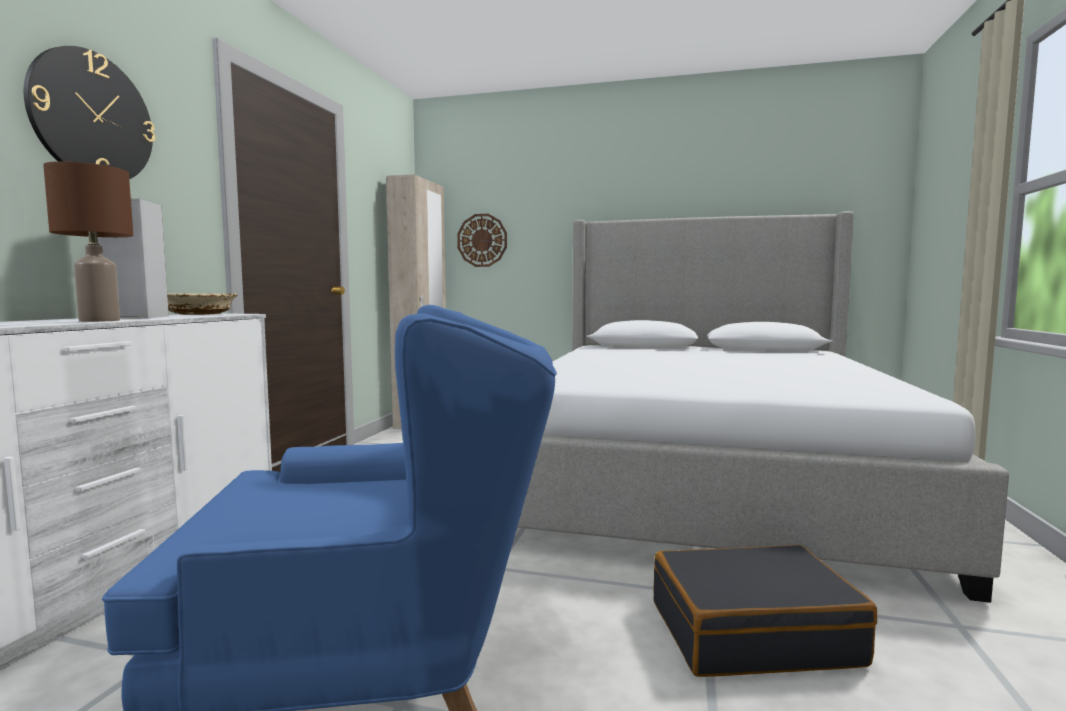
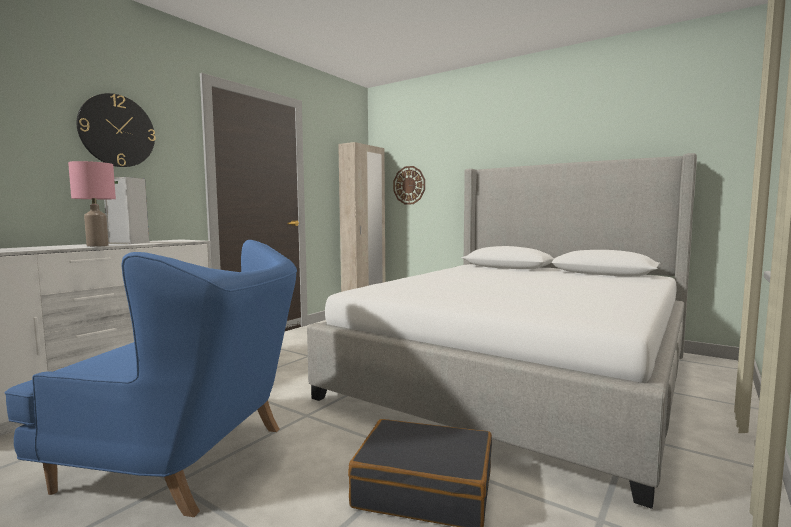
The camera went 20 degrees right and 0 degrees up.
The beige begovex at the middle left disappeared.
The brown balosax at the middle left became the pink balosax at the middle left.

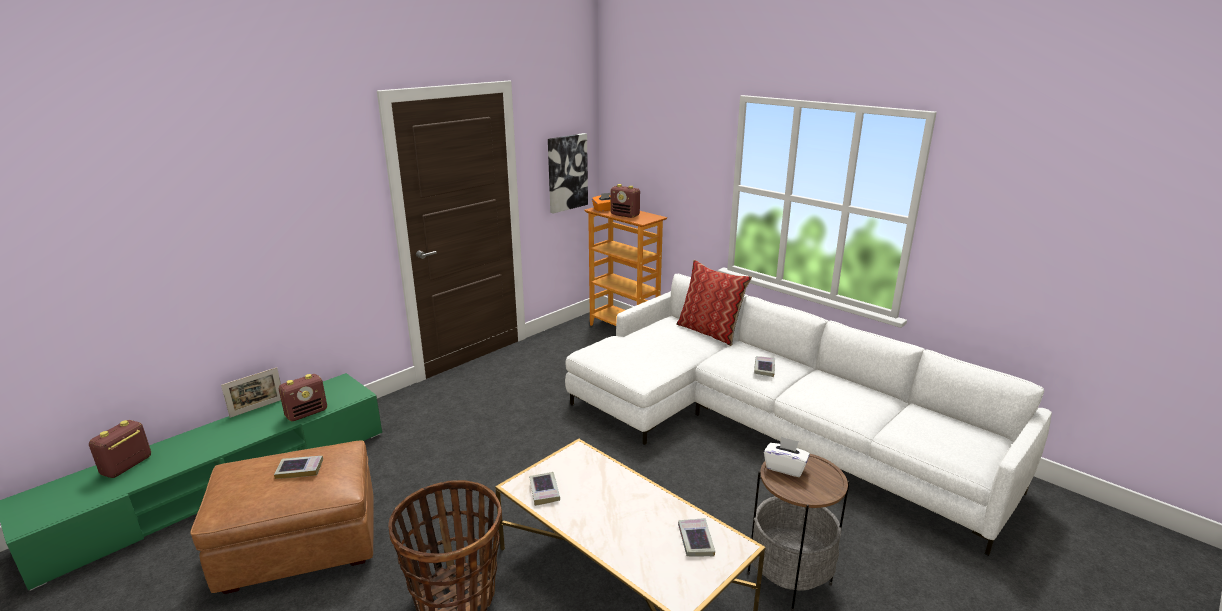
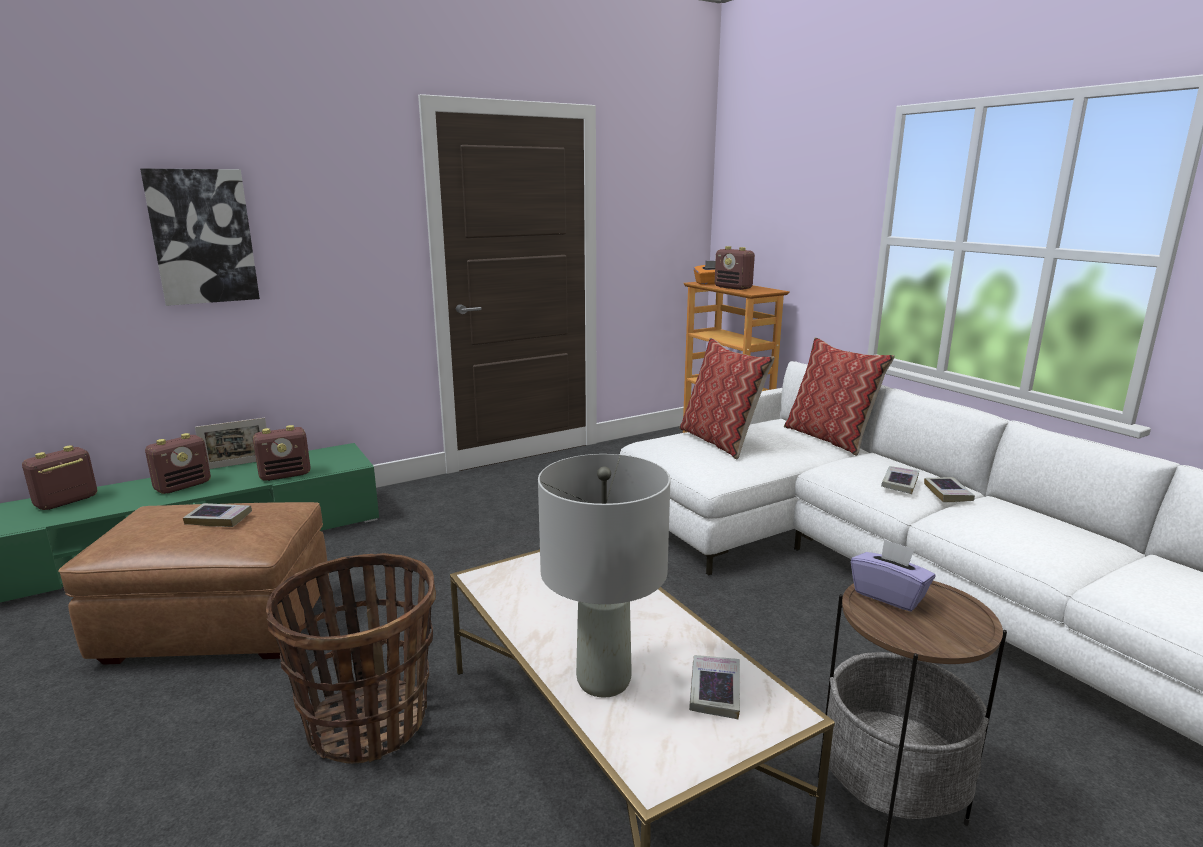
The camera went 15 degrees right and 5 degrees down.
The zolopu (2nd from left) at the middle left appeared.
The grey balosax at the bottom centre appeared.
The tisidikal (1st from left) at the centre appeared.
The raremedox (2nd from left in the first image) moved from the bottom centre to the middle right.
The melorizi moved from the top centre to the top left.
The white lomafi at the bottom centre became the purple lomafi at the bottom right.

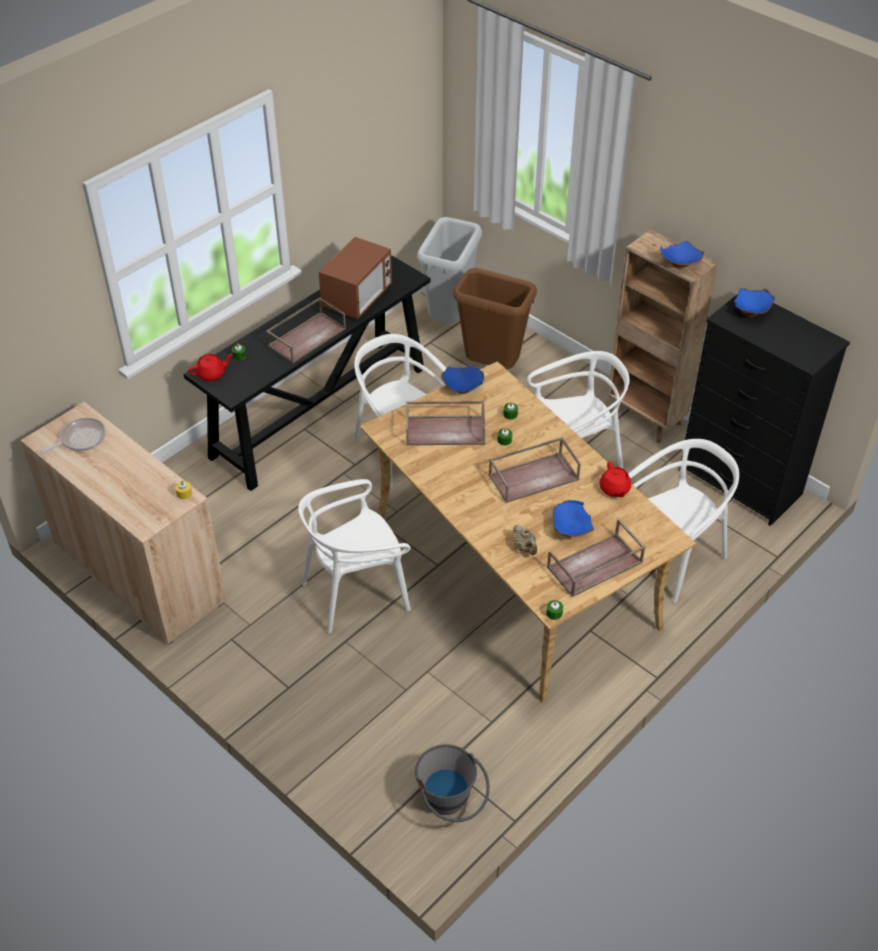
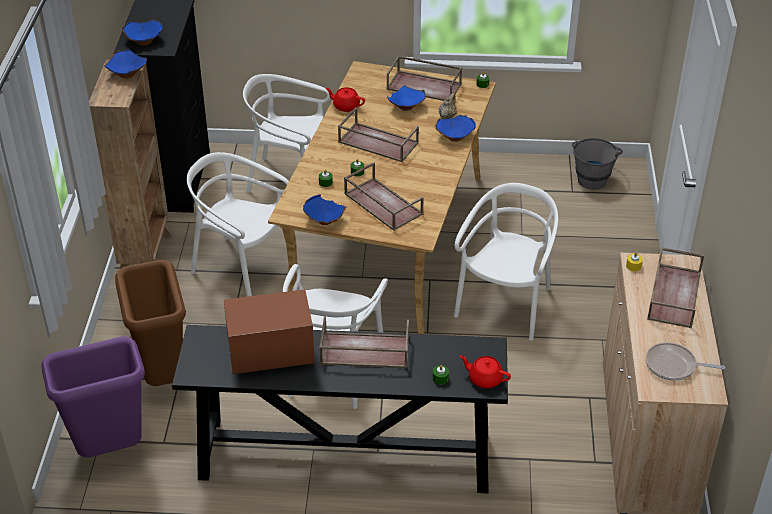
The camera went 130 degrees left and 5 degrees down.
The blue begovex (5th from left) at the top centre appeared.
The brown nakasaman (5th from left) at the middle right appeared.
The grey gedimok at the top centre became the purple gedimok at the bottom left.
The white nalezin (1st from left in the first image) at the centre turned 90 degrees counterclockwise.
The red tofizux (2nd from left in the first image) at the middle right turned 105 degrees counterclockwise.

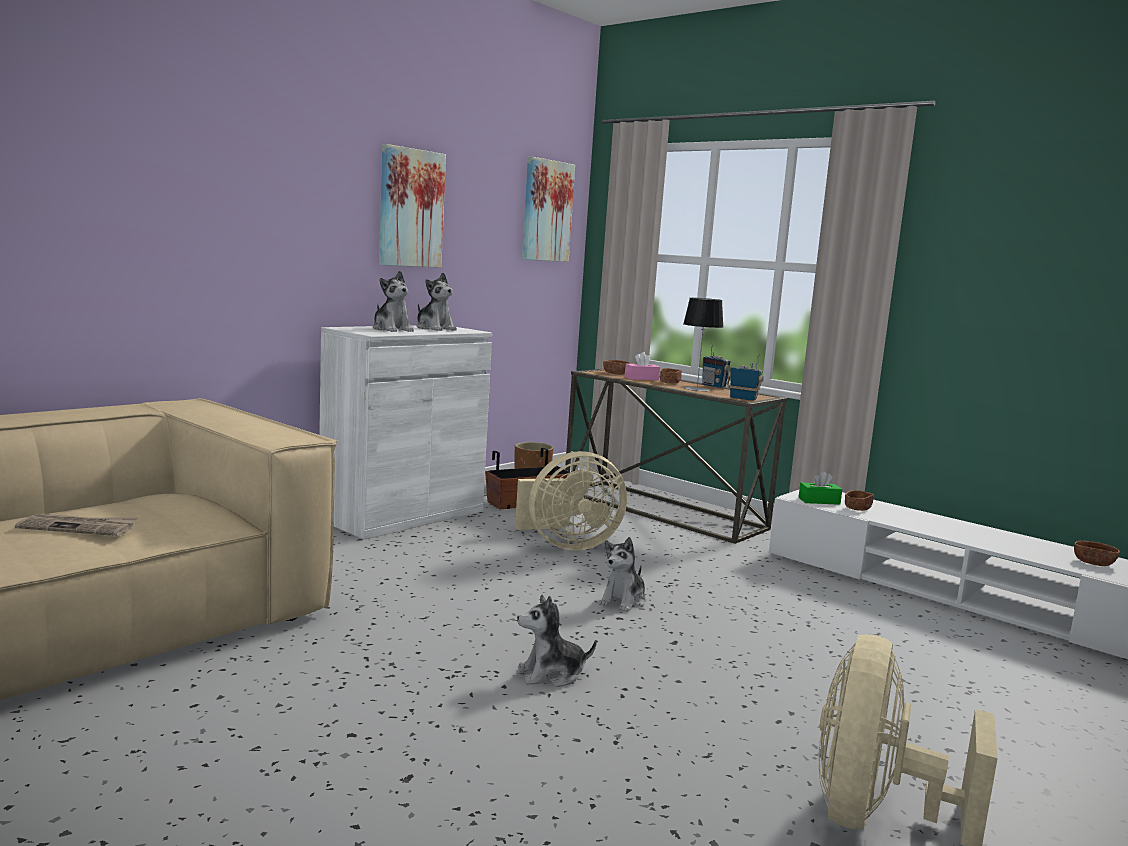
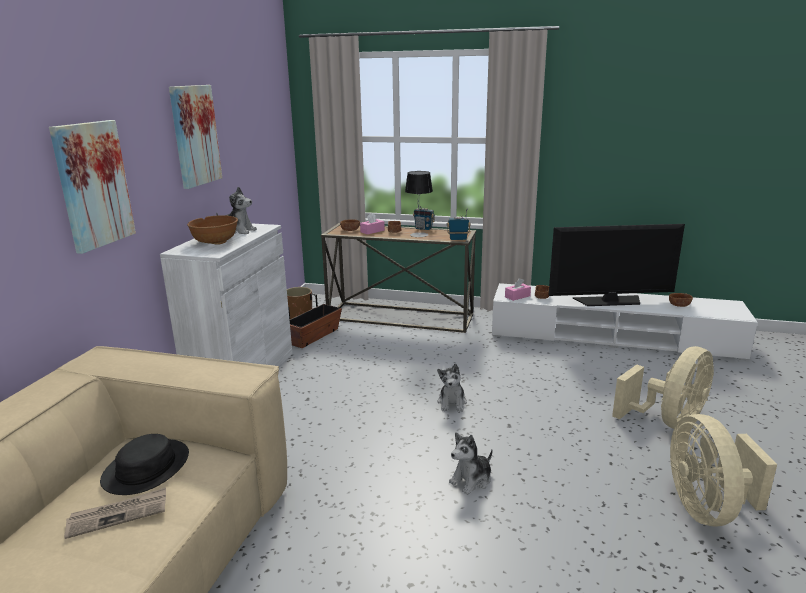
The camera went 25 degrees left and 10 degrees up.
The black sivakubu at the bottom left appeared.
The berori at the middle right appeared.
The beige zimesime (1st from left) moved from the centre to the middle right.
The melorizi (2nd from left in the first image) moved from the top centre to the top left.
The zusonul (1st from left) at the centre was replaced by the brown begovex (1st from left) at the middle left.
The green lomafi at the middle right became the pink lomafi (2nd from left) at the centre.

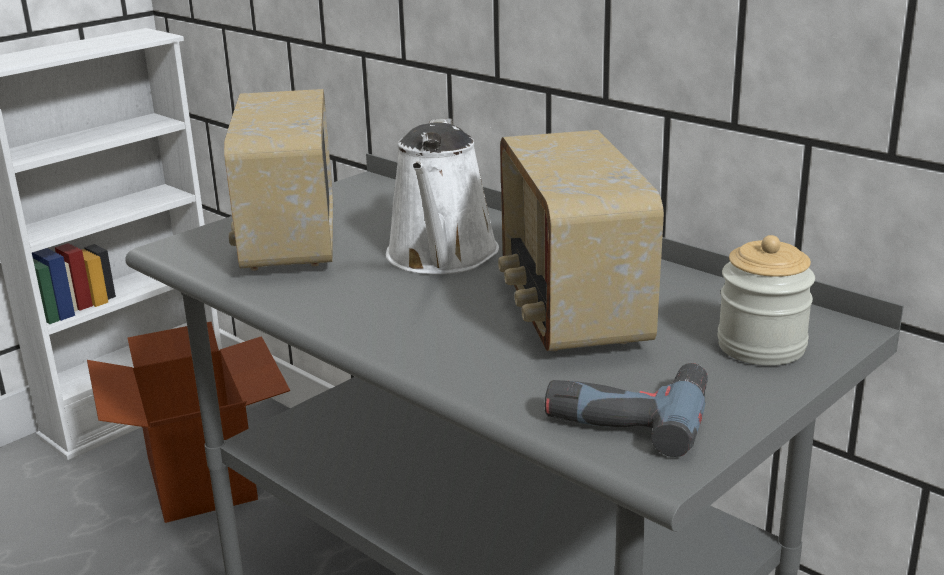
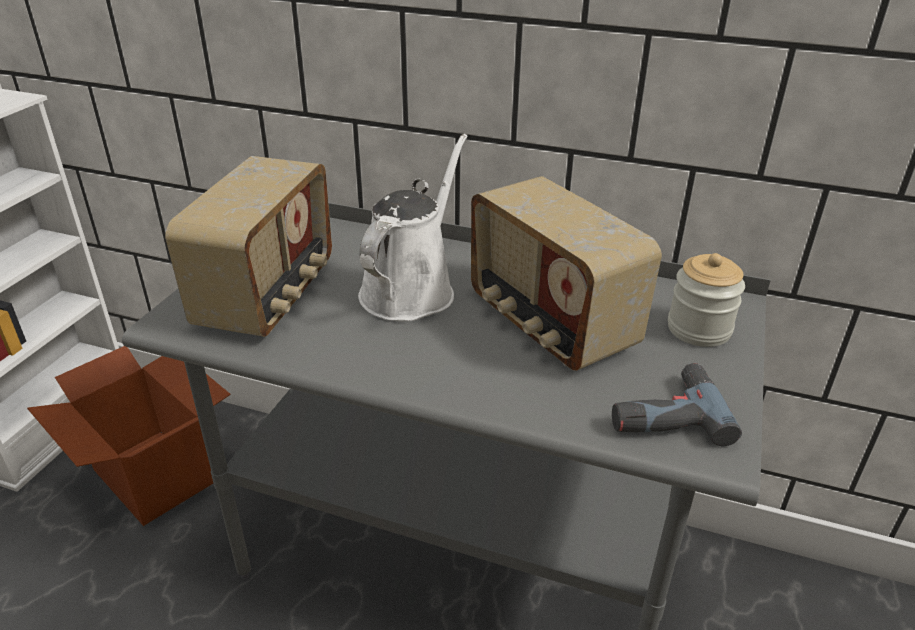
The camera went 25 degrees left and 10 degrees up.
The zolopu (1st from left) at the top left turned 135 degrees counterclockwise.
The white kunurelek at the centre turned 135 degrees counterclockwise.

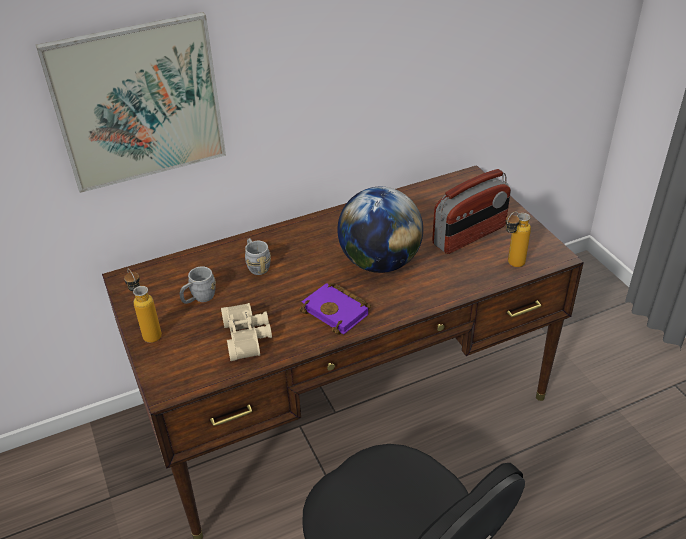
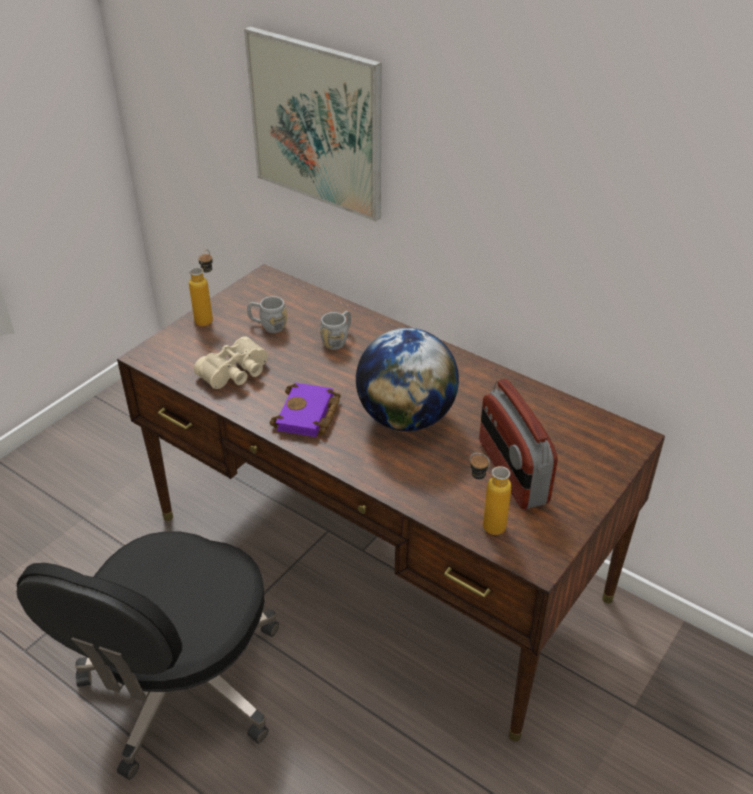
The camera went 60 degrees right and 0 degrees up.
The zolopu at the middle right turned 45 degrees clockwise.

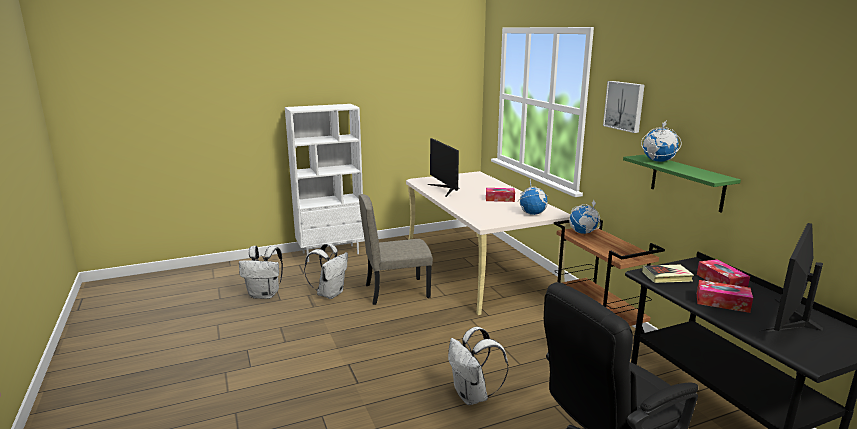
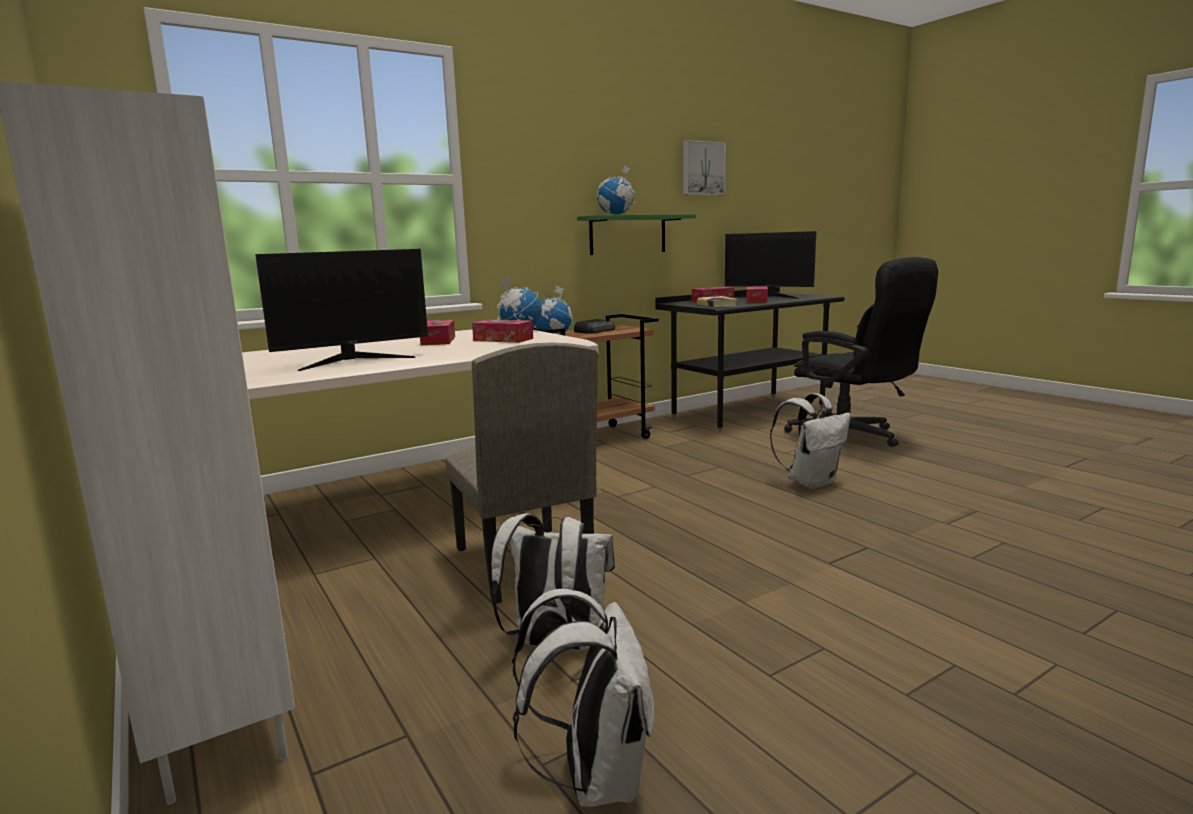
The camera went 100 degrees left and 5 degrees down.
The lomafi (2nd from left) at the centre appeared.
The zolopu at the centre appeared.
The melorizi moved from the top right to the top centre.

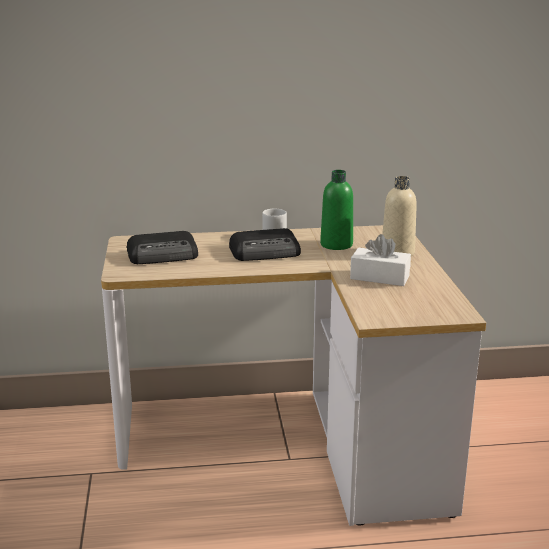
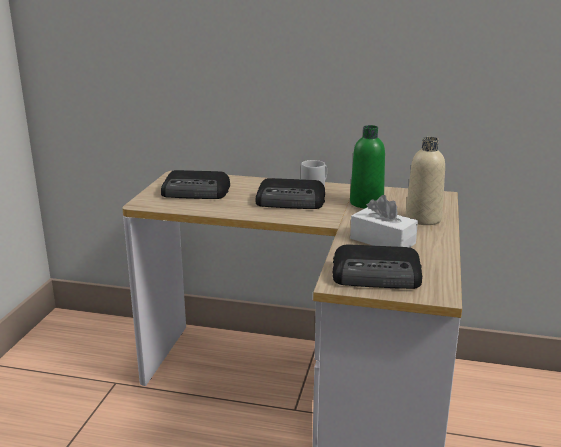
The camera went 20 degrees right and 0 degrees up.
The zolopu (3rd from left) at the middle right appeared.

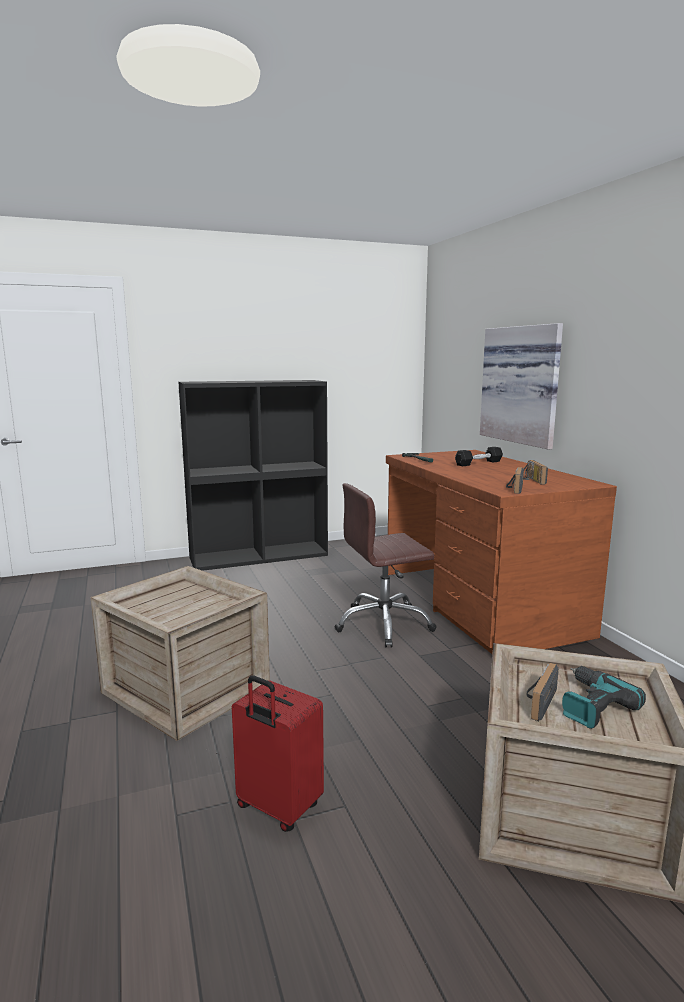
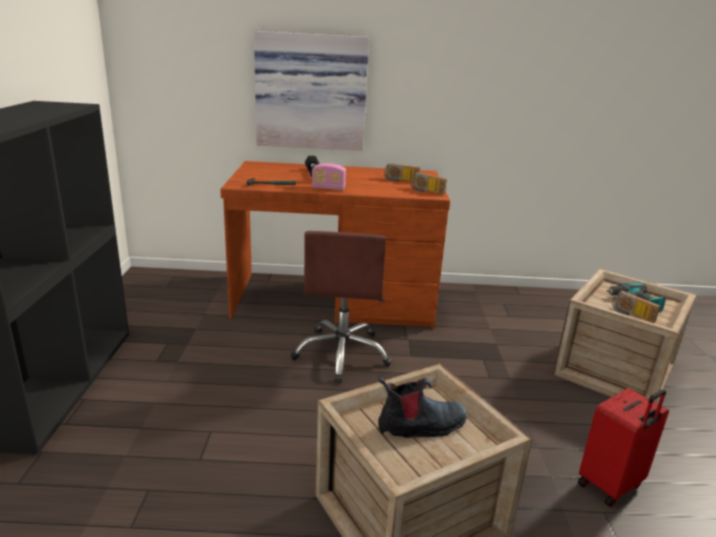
The camera went 70 degrees left and 10 degrees up.
The zolopu (1st from left) at the top centre appeared.
The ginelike at the bottom centre appeared.

